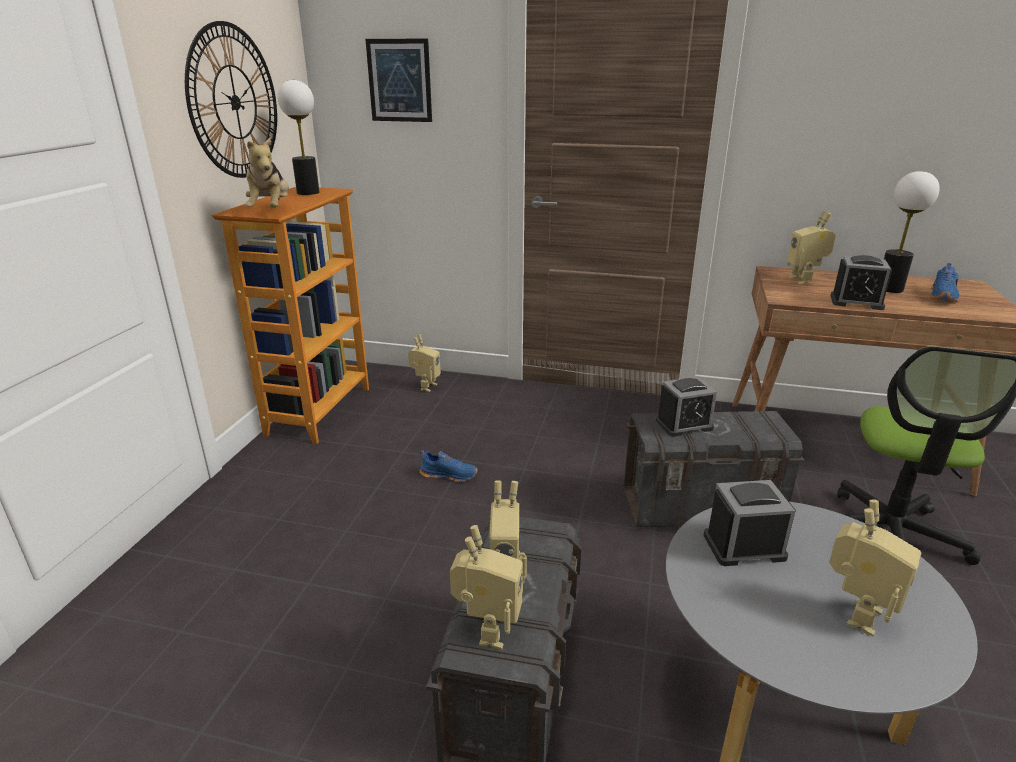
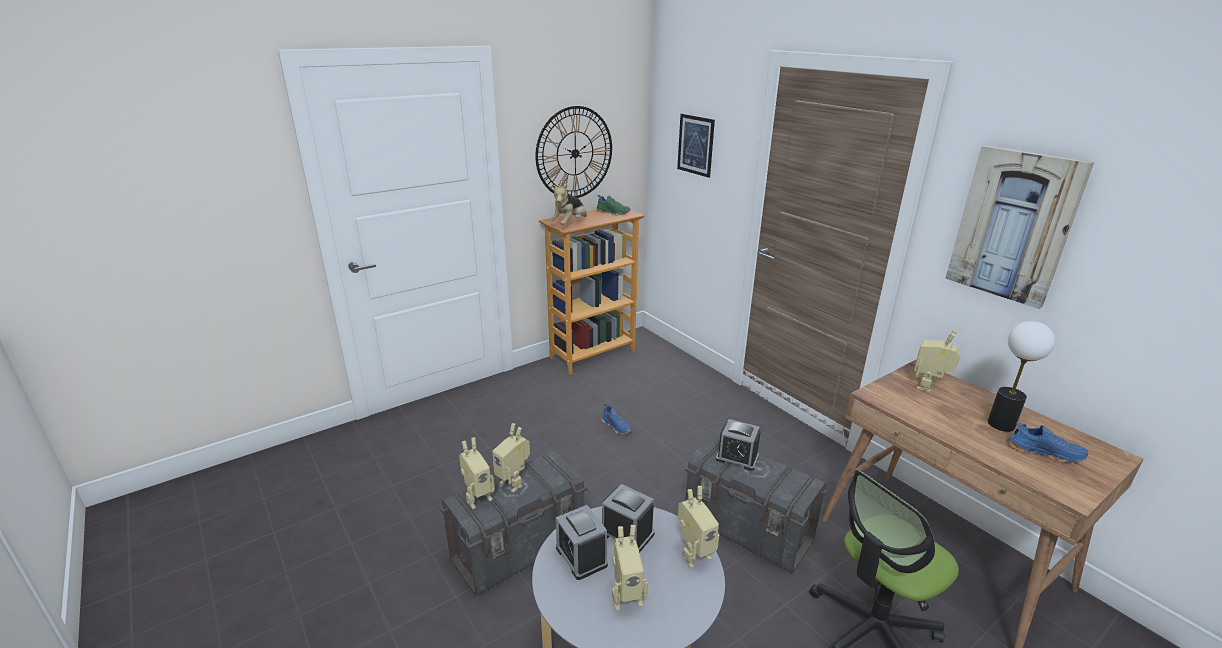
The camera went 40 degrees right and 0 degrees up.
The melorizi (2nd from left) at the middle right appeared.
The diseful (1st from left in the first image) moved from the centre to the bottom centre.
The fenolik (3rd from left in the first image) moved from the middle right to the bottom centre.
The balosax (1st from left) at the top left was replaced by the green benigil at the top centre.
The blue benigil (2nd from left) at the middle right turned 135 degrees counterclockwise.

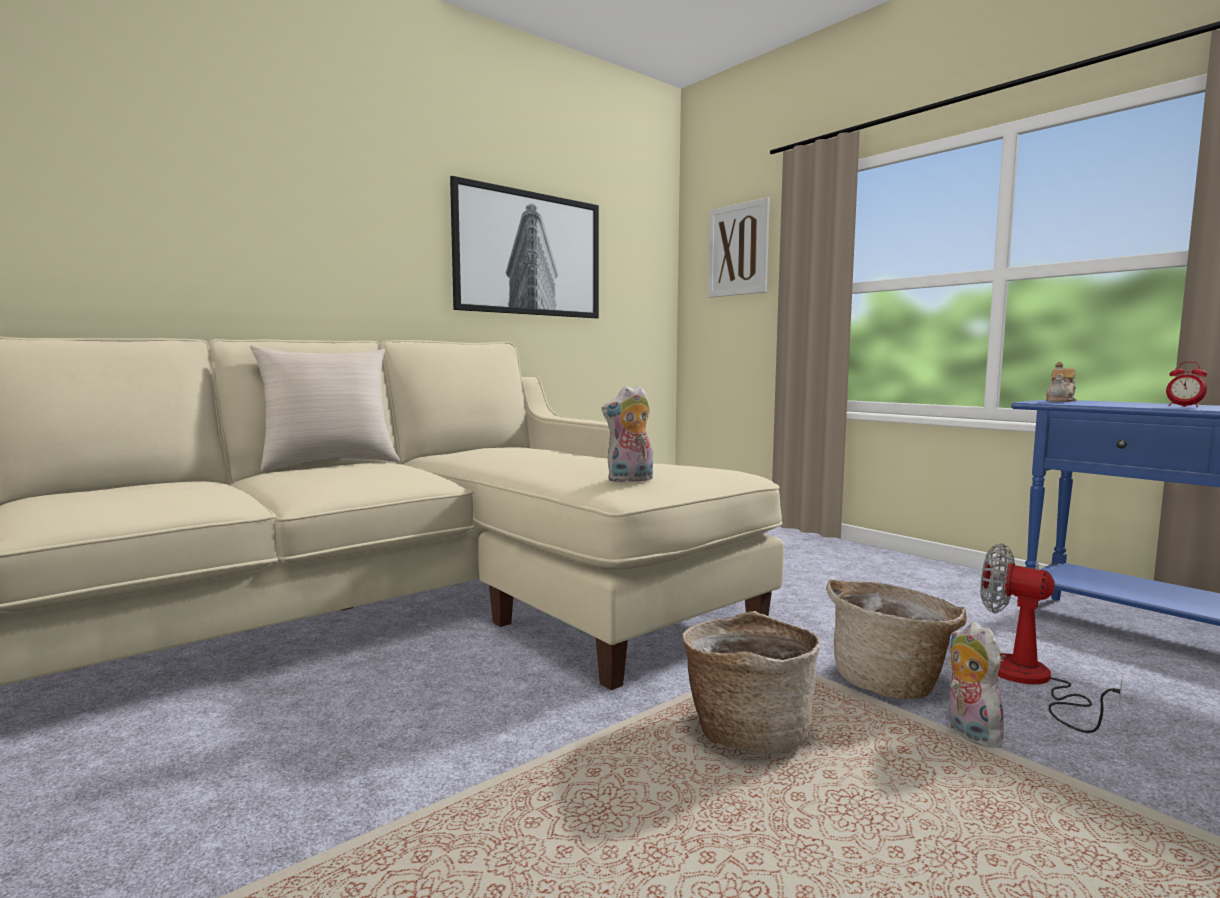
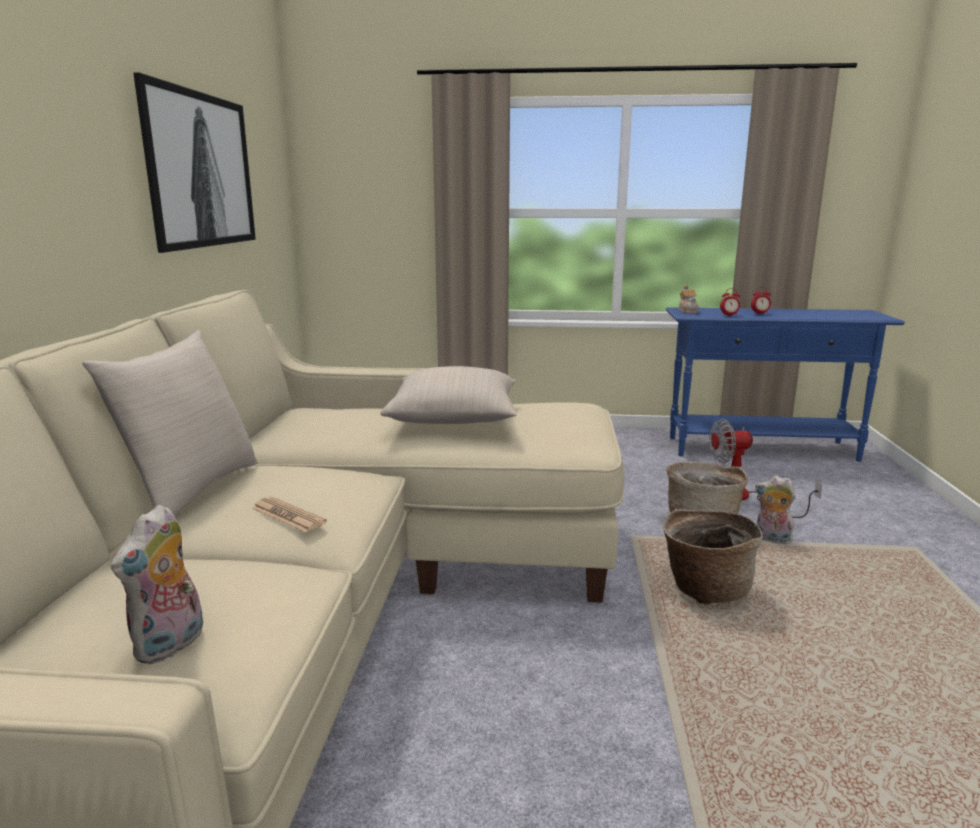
The camera went 45 degrees left and 10 degrees up.
The melorizi (2nd from left) at the top centre disappeared.
The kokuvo at the middle left appeared.
The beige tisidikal (2nd from left) at the centre appeared.
The fenolik (1st from left) at the middle right appeared.
The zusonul (1st from left) moved from the centre to the bottom left.

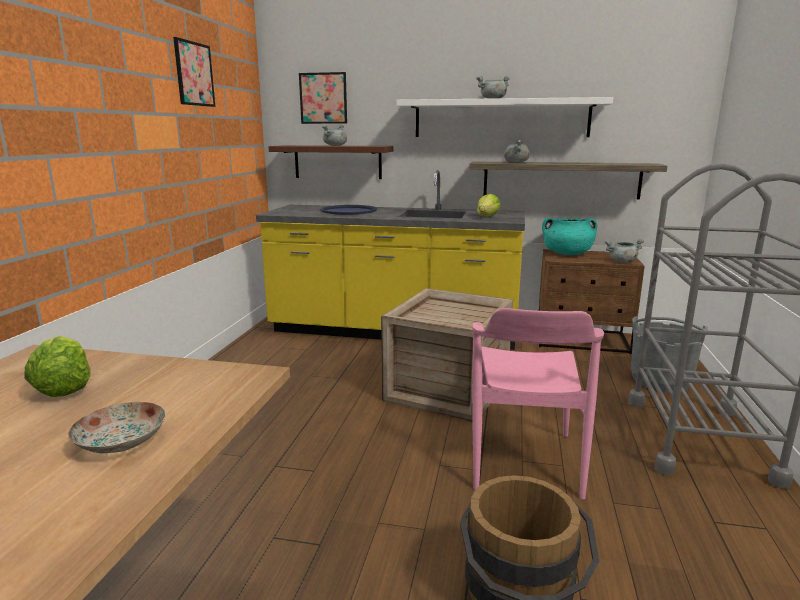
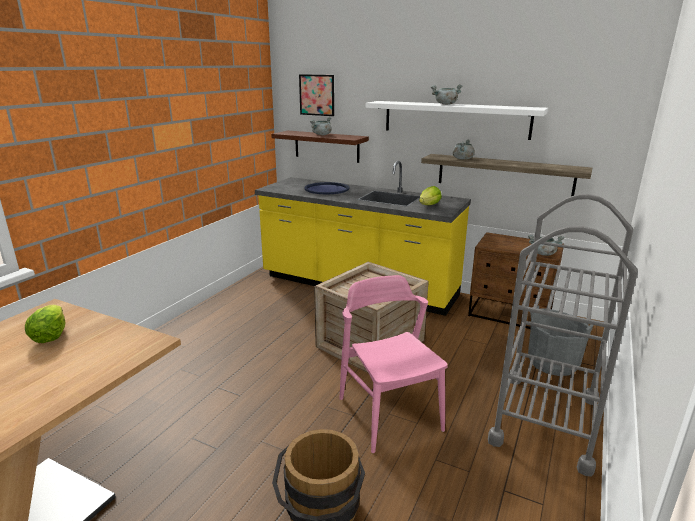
The camera went 15 degrees right and 5 degrees up.
The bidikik at the bottom left disappeared.
The melorizi (1st from left) at the top left disappeared.
The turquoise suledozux at the middle right disappeared.
The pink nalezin at the bottom right turned 135 degrees clockwise.

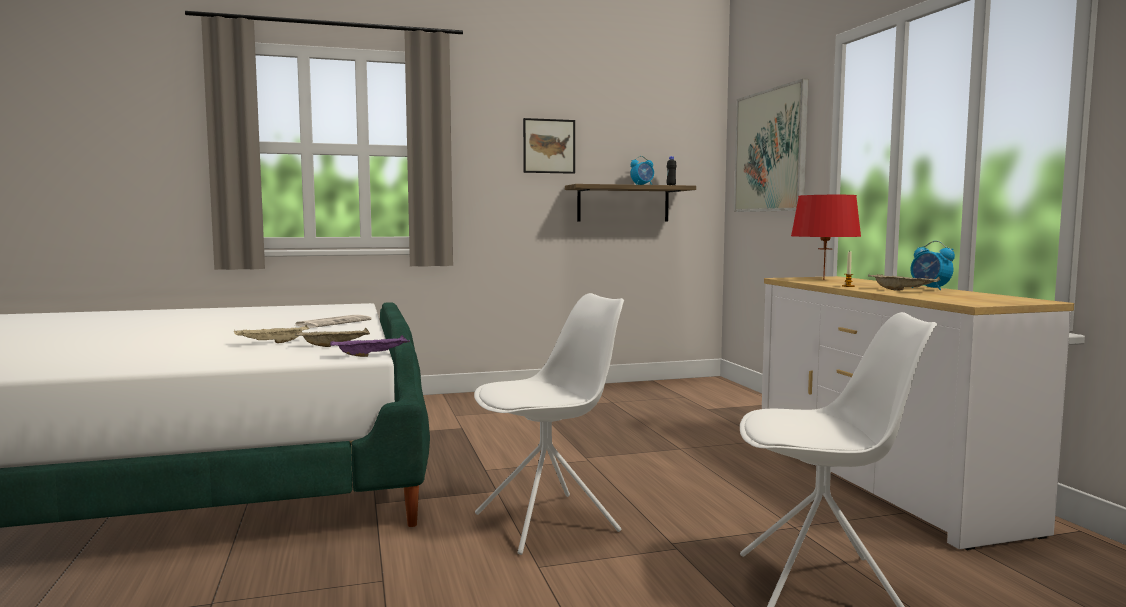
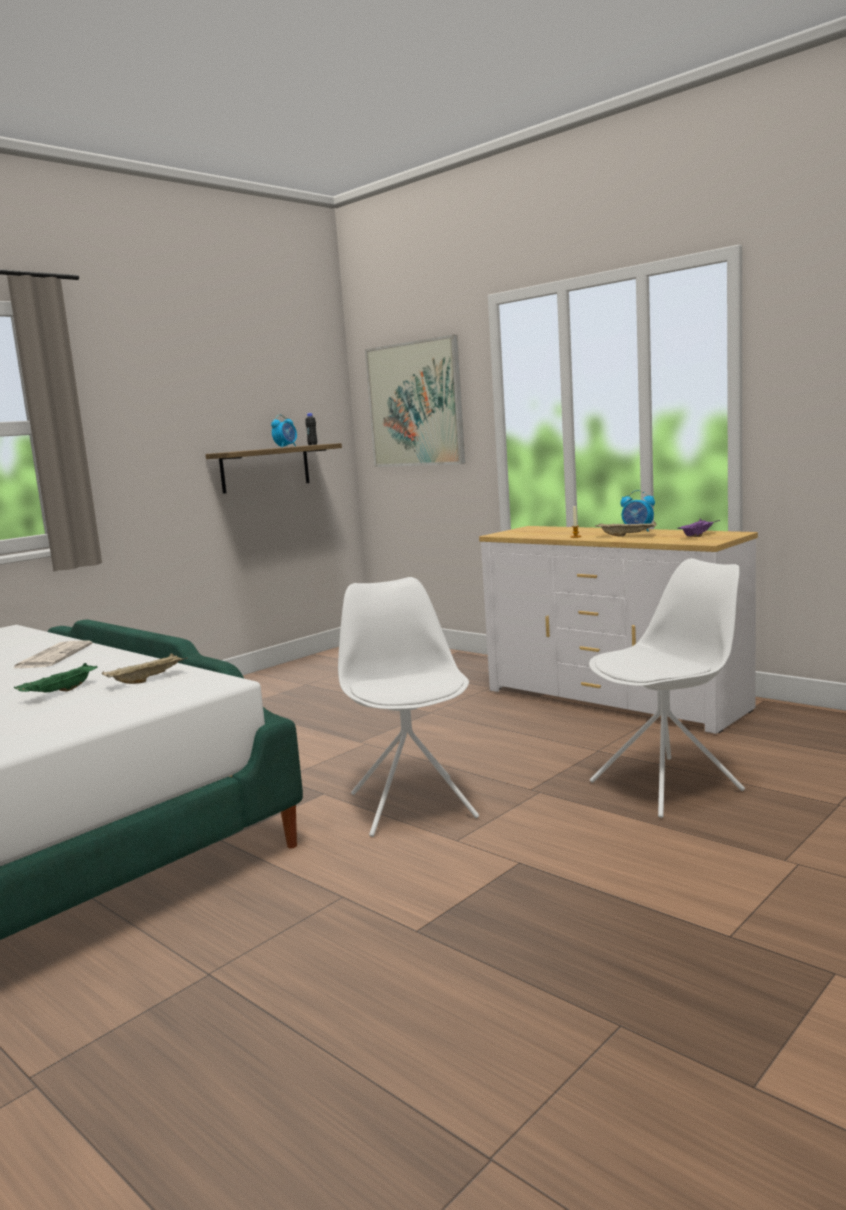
The camera went 30 degrees left and 5 degrees up.
The melorizi (1st from left) at the top centre disappeared.
The red balosax at the middle right disappeared.
The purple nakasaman moved from the middle left to the middle right.
The beige nakasaman (1st from left) at the middle left became the green nakasaman at the middle left.
The white nalezin (1st from left) at the bottom centre turned 45 degrees counterclockwise.

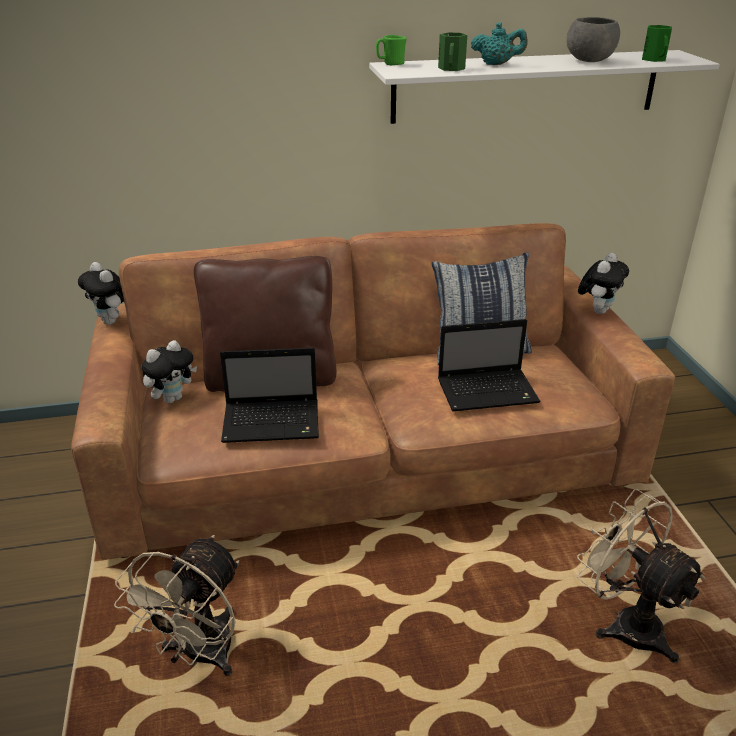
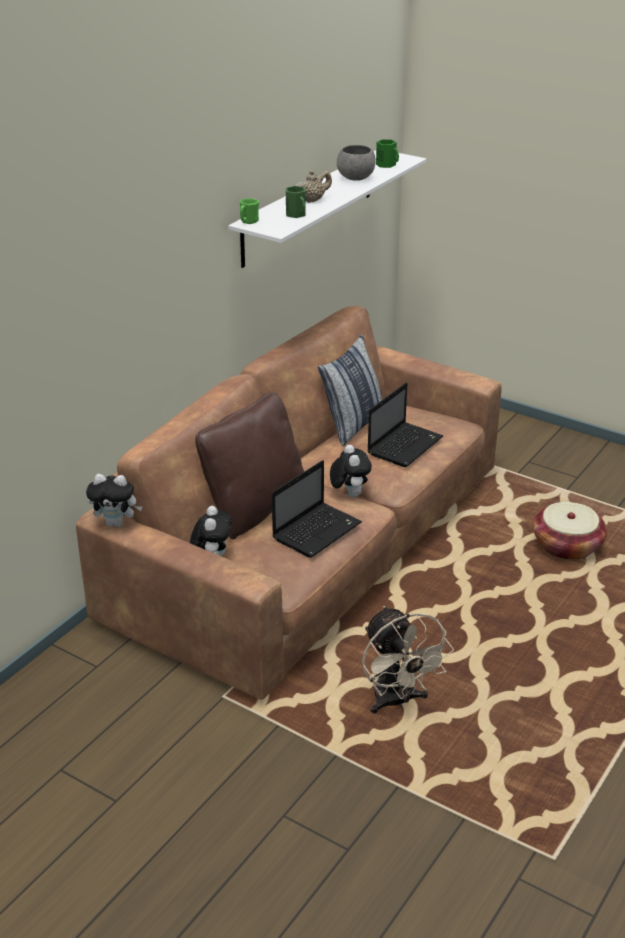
The camera went 45 degrees left and 0 degrees up.
The zusonul (3rd from left) moved from the middle right to the centre.
The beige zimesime (2nd from left) at the bottom right was replaced by the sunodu at the middle right.
The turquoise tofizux at the top right became the beige tofizux at the top centre.

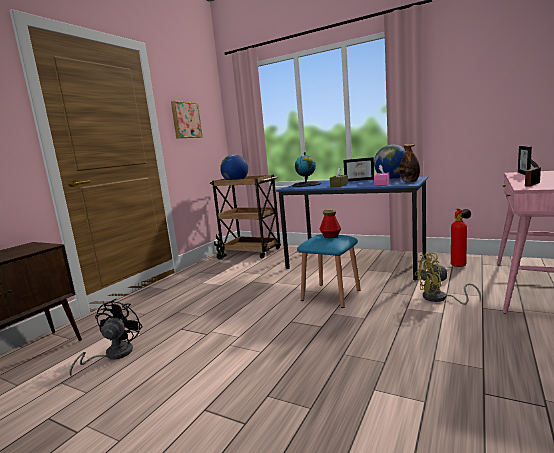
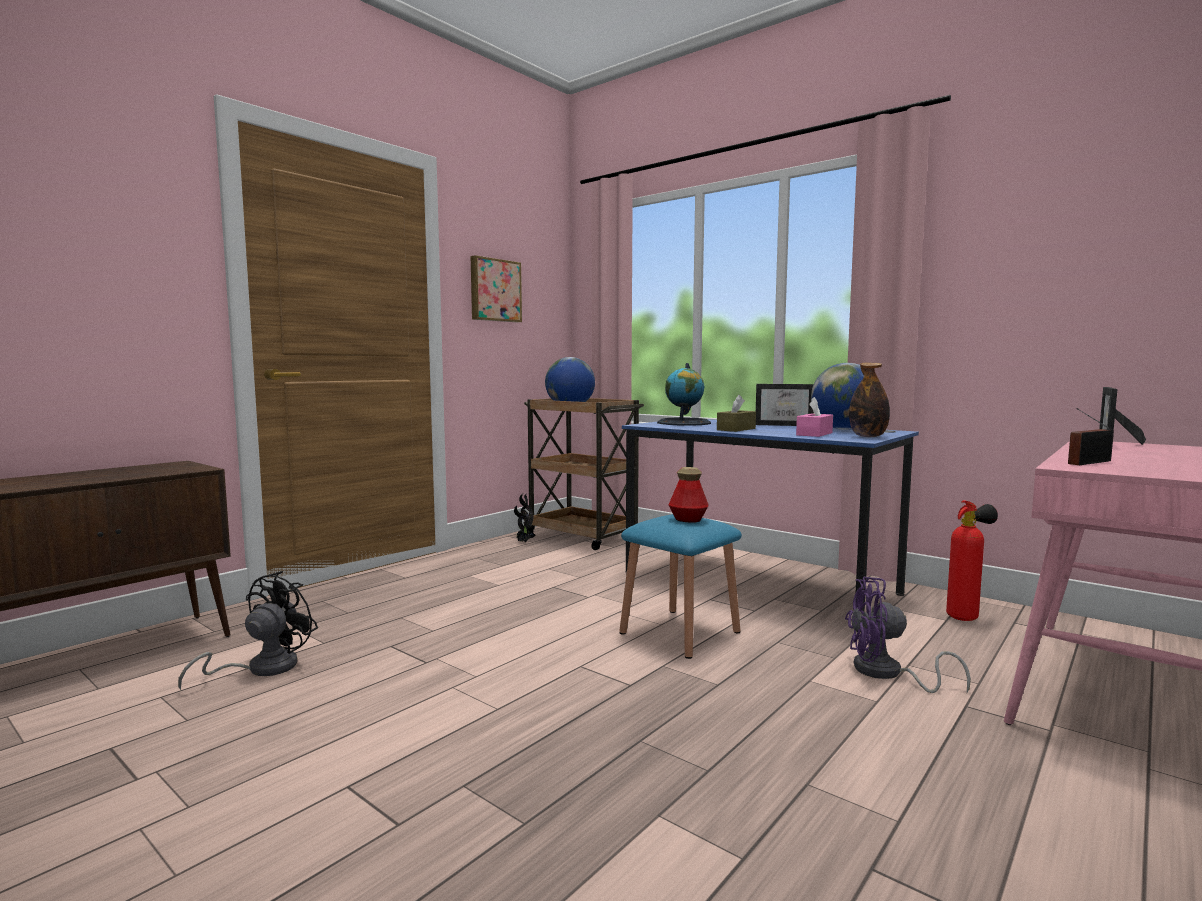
The camera went 10 degrees right and 5 degrees down.
The yellow zimesime at the middle right became the purple zimesime at the bottom right.

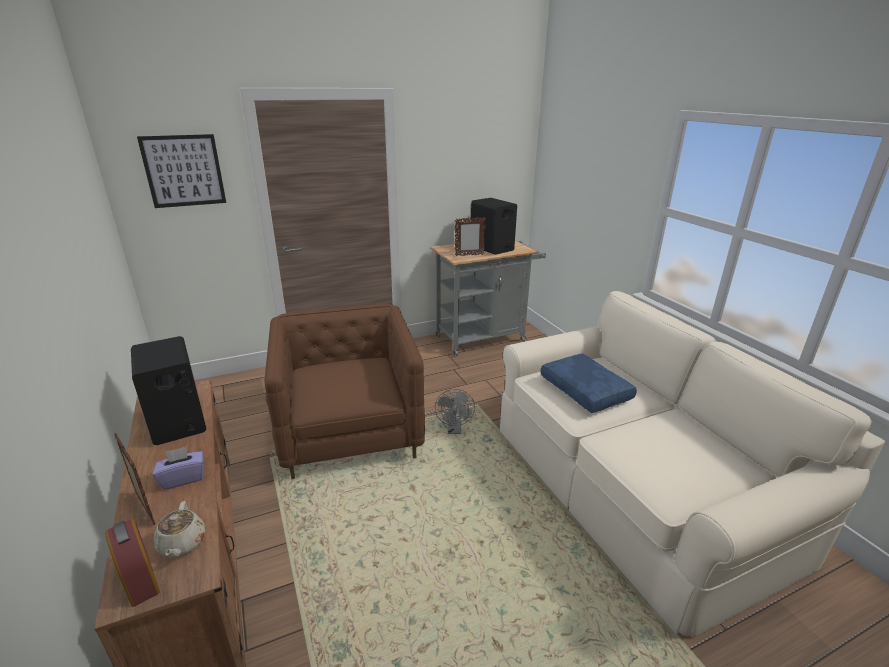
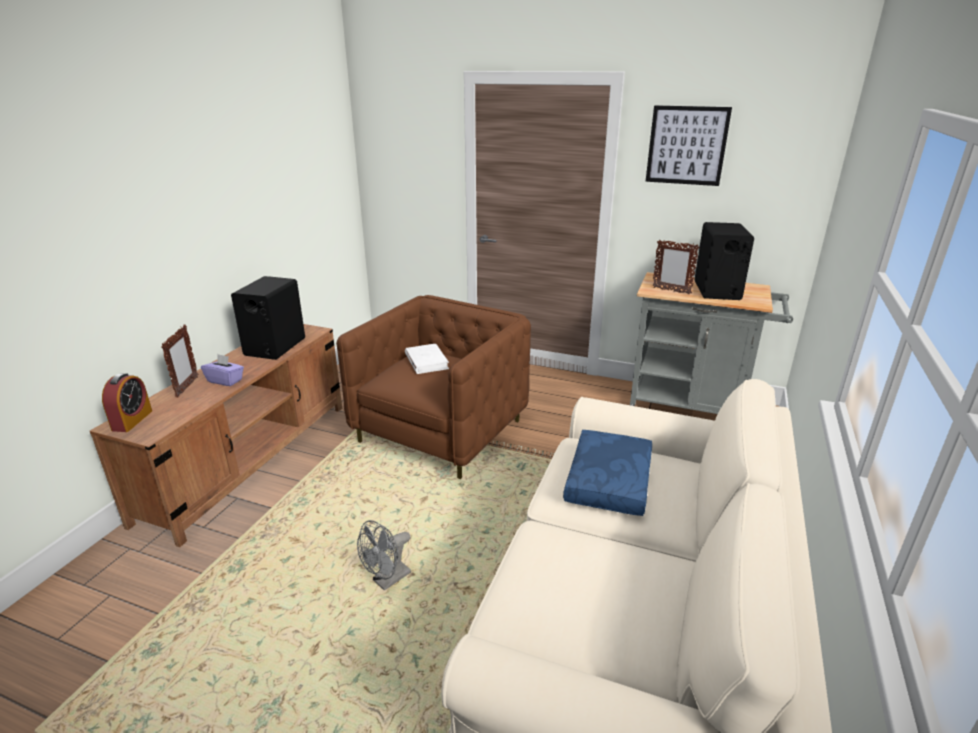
The camera went 45 degrees right and 0 degrees up.
The beige tofizux at the bottom left disappeared.
The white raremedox at the centre appeared.
The melorizi moved from the top left to the top right.
The grey zimesime moved from the centre to the bottom centre.

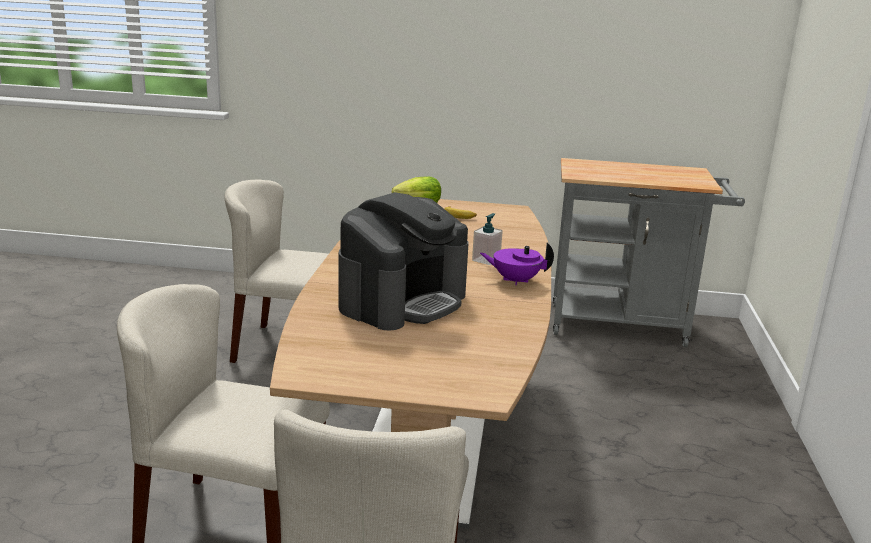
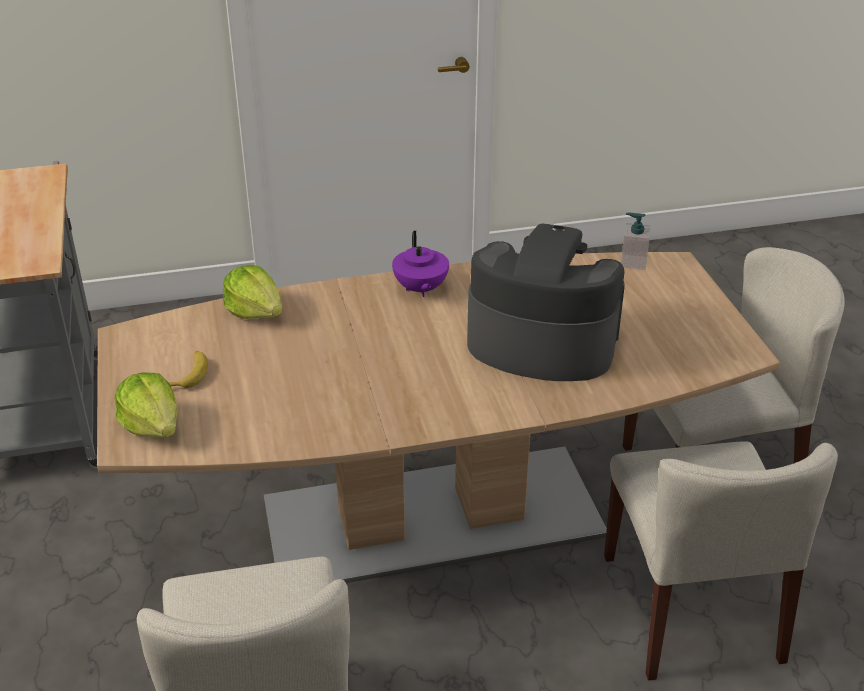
The camera went 110 degrees left and 15 degrees up.
The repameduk (2nd from left) at the middle left appeared.
The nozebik moved from the centre to the middle right.

